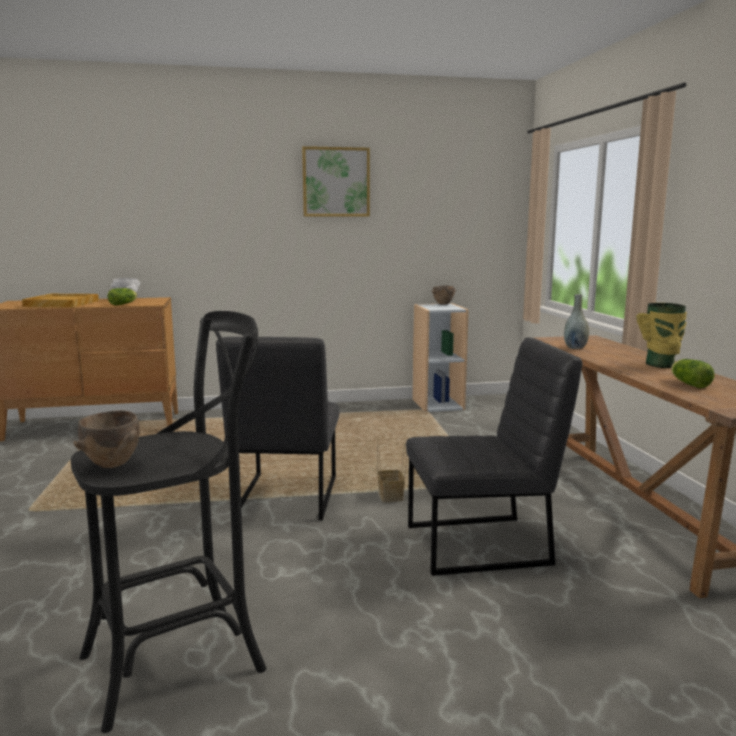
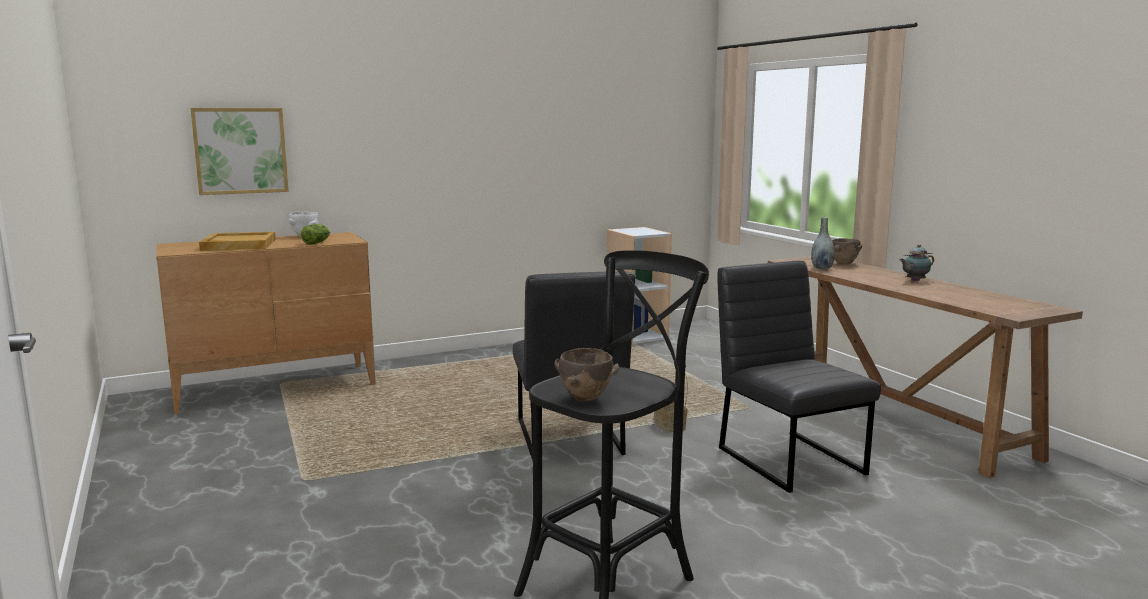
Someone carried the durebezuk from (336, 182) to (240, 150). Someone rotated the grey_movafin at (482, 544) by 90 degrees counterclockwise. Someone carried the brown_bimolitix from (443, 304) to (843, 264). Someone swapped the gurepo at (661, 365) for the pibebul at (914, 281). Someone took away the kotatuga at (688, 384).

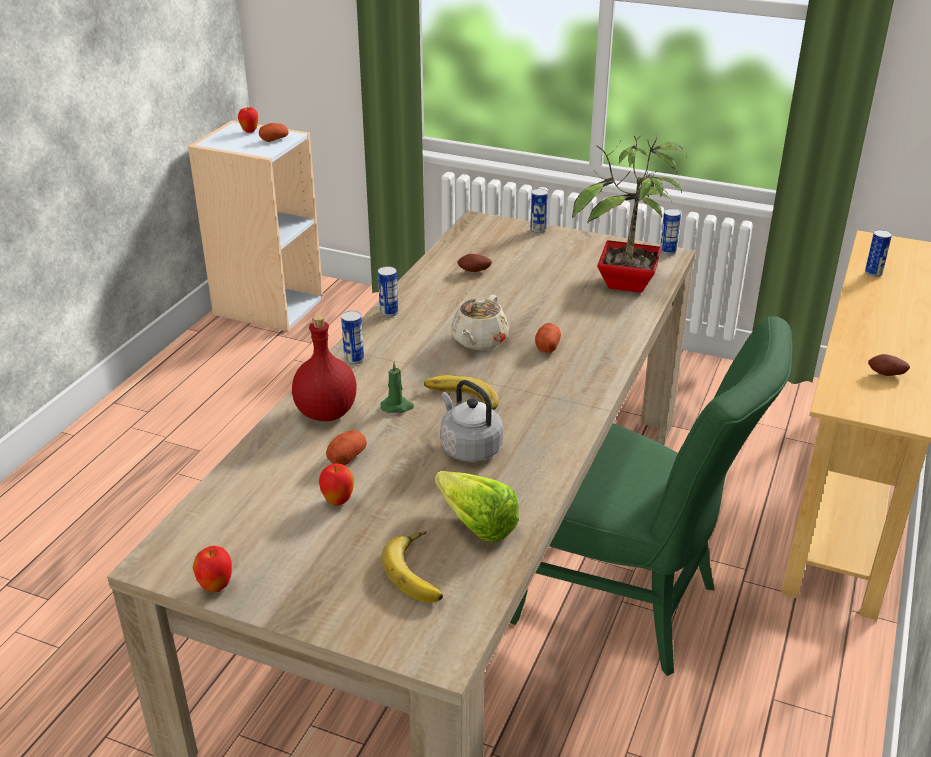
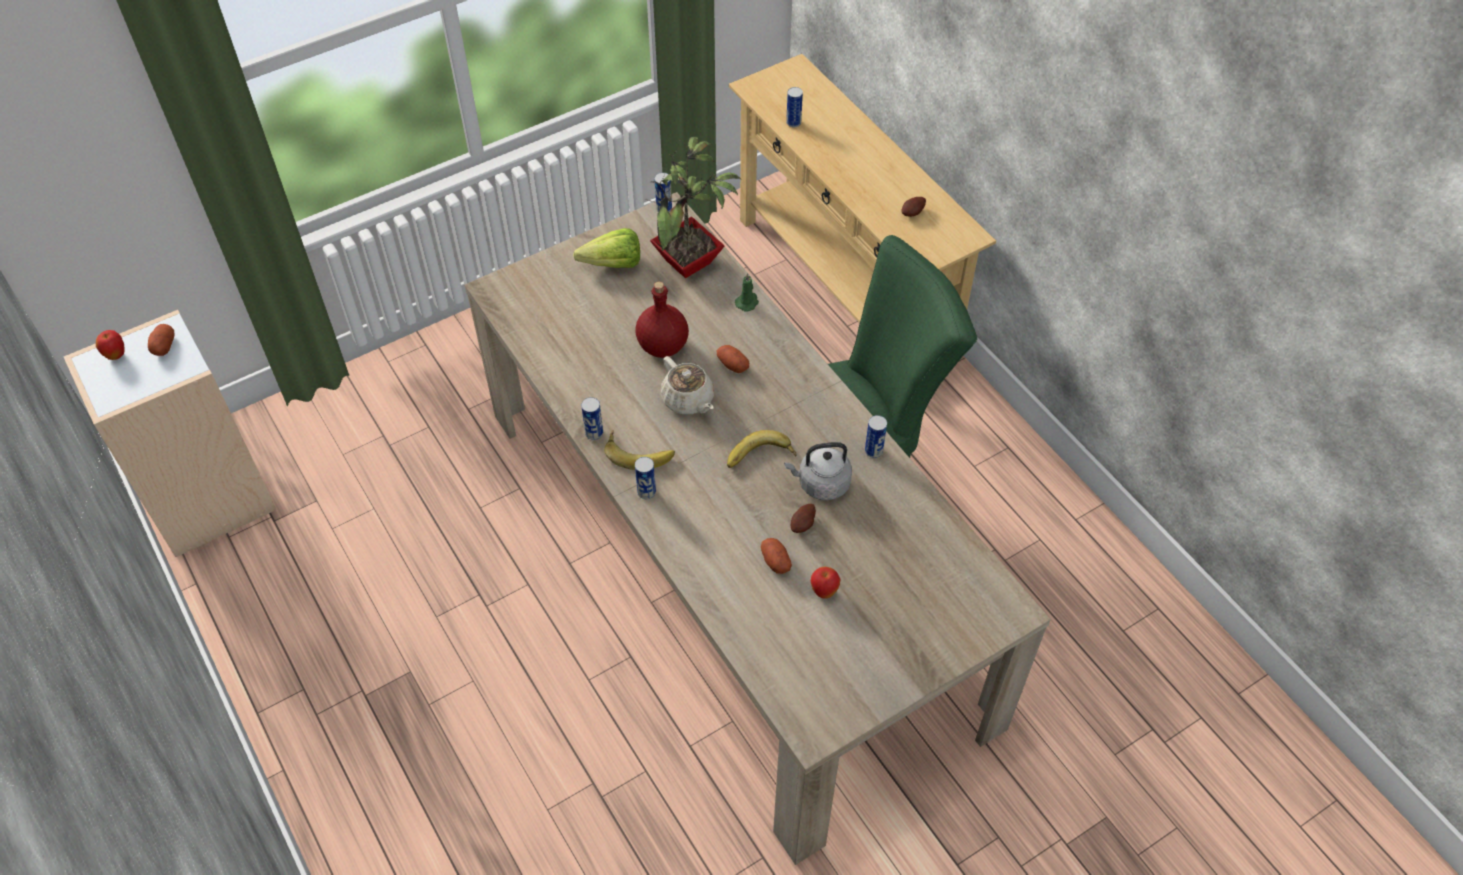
Someone took away the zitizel at (216, 587). Someone carried the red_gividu from (327, 412) to (662, 345). Someone carried the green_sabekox from (397, 406) to (747, 302). Someone carried the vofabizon from (421, 572) to (639, 451). Someone carried the kotatuga from (472, 520) to (608, 264). Someone carried the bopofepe from (474, 272) to (803, 524). Someone carried the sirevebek from (538, 230) to (873, 451).

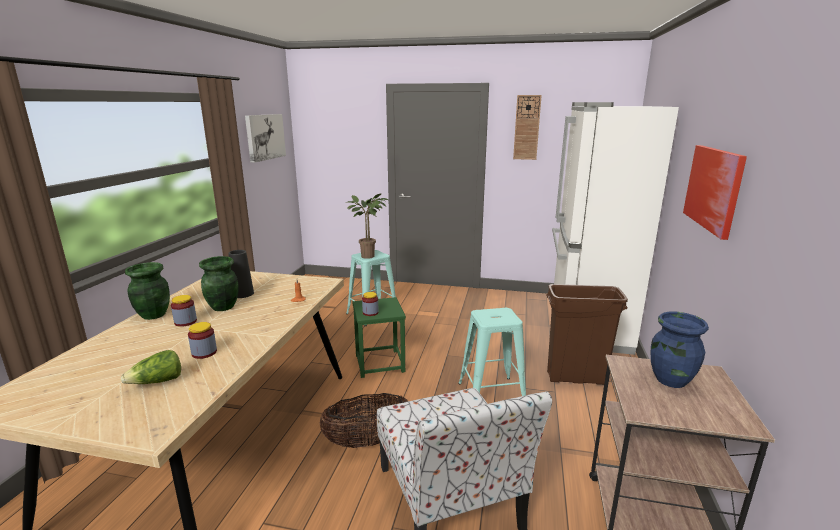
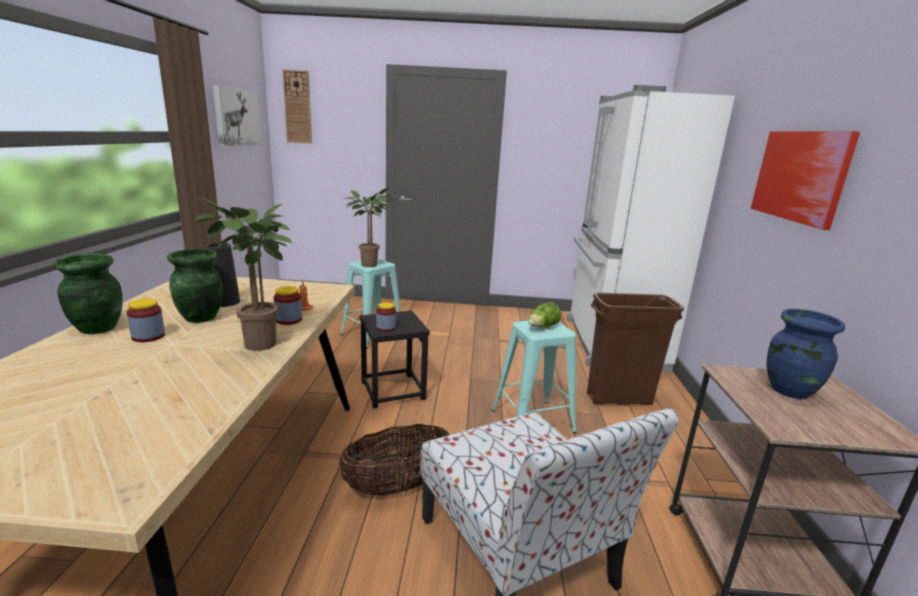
Someone carried the kotatuga from (157, 382) to (542, 327). Someone carried the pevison from (204, 353) to (288, 320). Someone repainted the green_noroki at (379, 363), which became the black_noroki at (392, 390). Someone carried the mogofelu from (527, 127) to (298, 107). Someone put down the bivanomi at (260, 346).

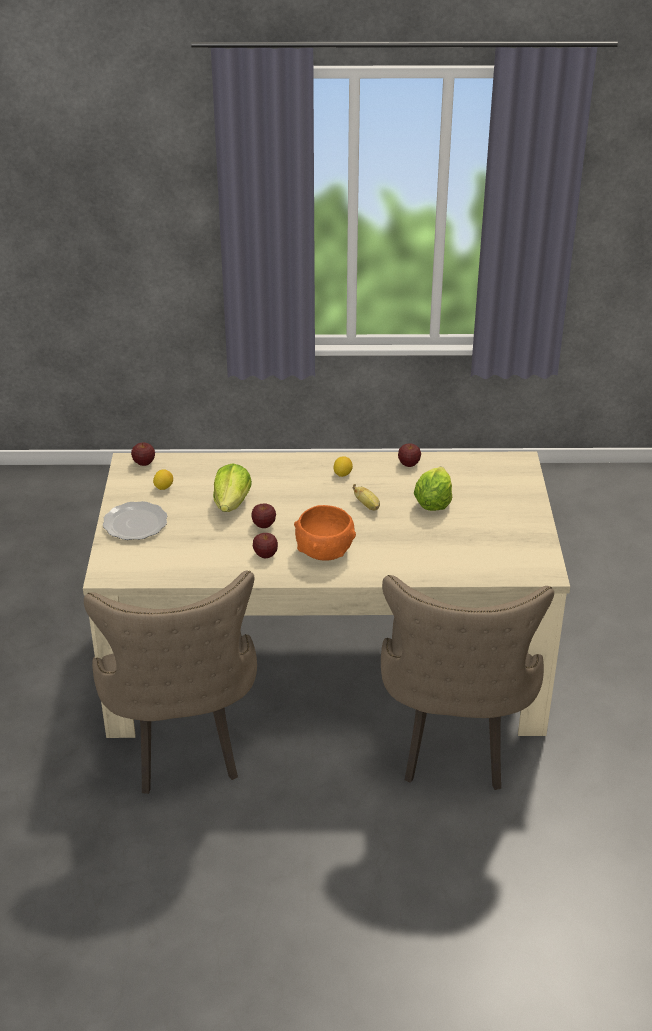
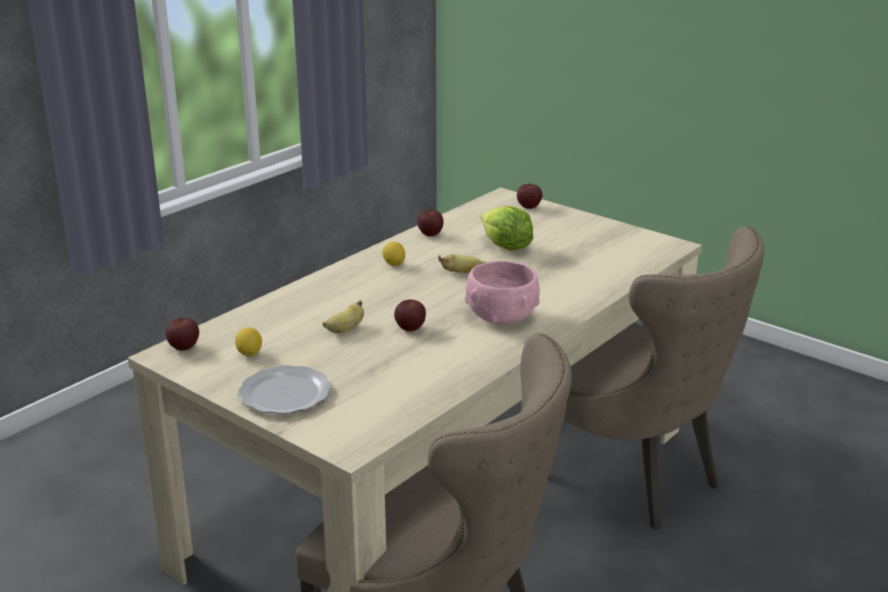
Someone swapped the kotatuga at (232, 503) for the vofabizon at (345, 329). Someone carried the zitizel from (265, 555) to (529, 207). Someone repainted the orange_bimolitix at (325, 551), which became the pink_bimolitix at (502, 317).

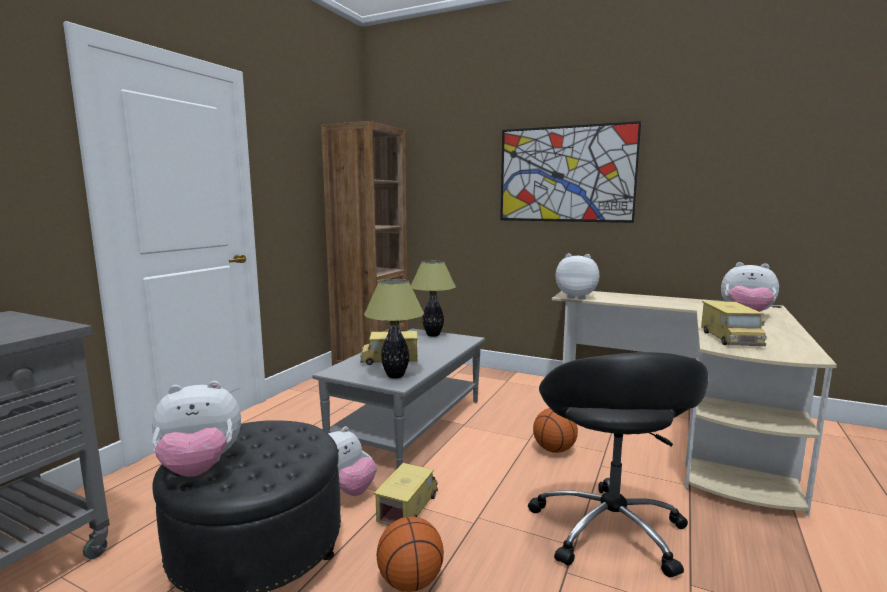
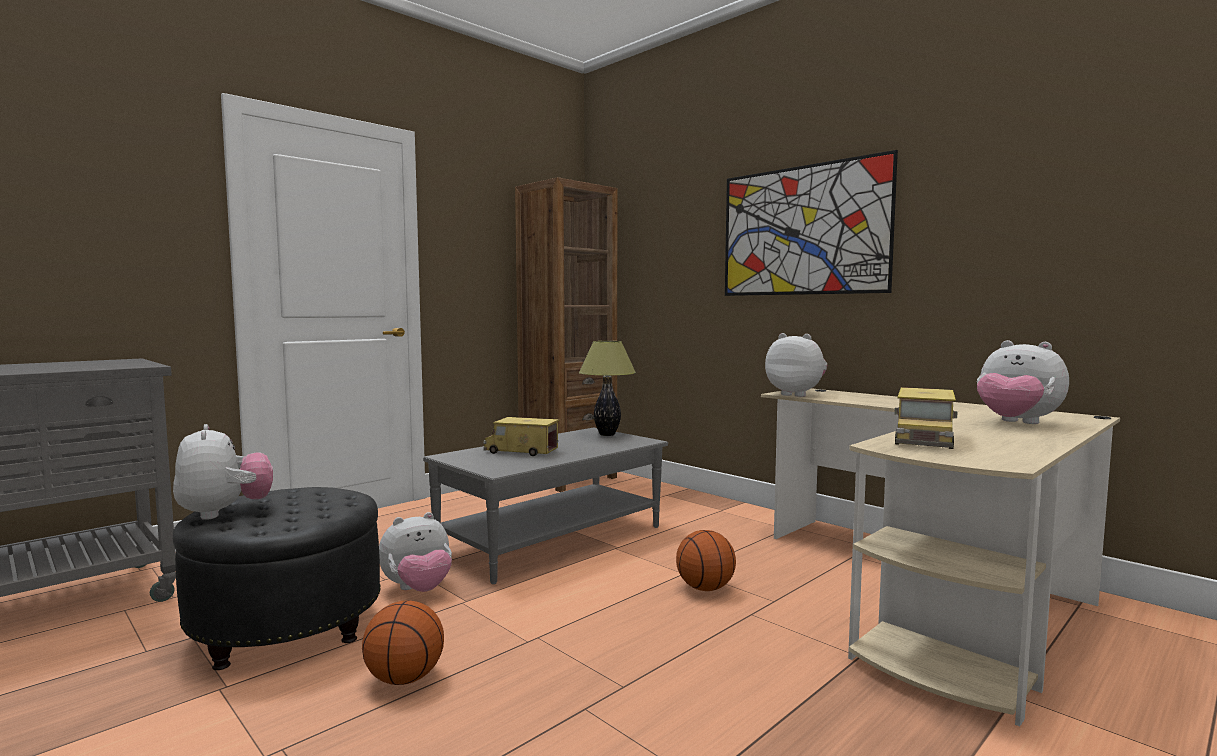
Someone rotated the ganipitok at (200, 468) by 120 degrees counterclockwise. Someone took away the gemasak at (395, 376). Someone took away the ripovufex at (407, 507). Someone took away the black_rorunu at (610, 532).

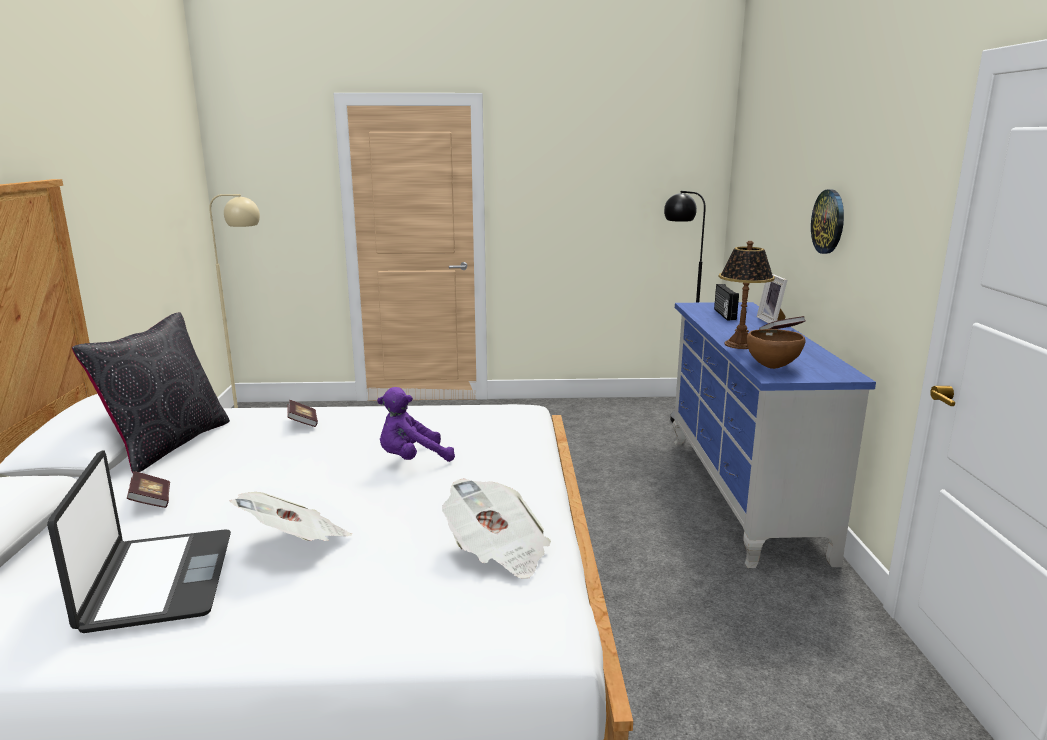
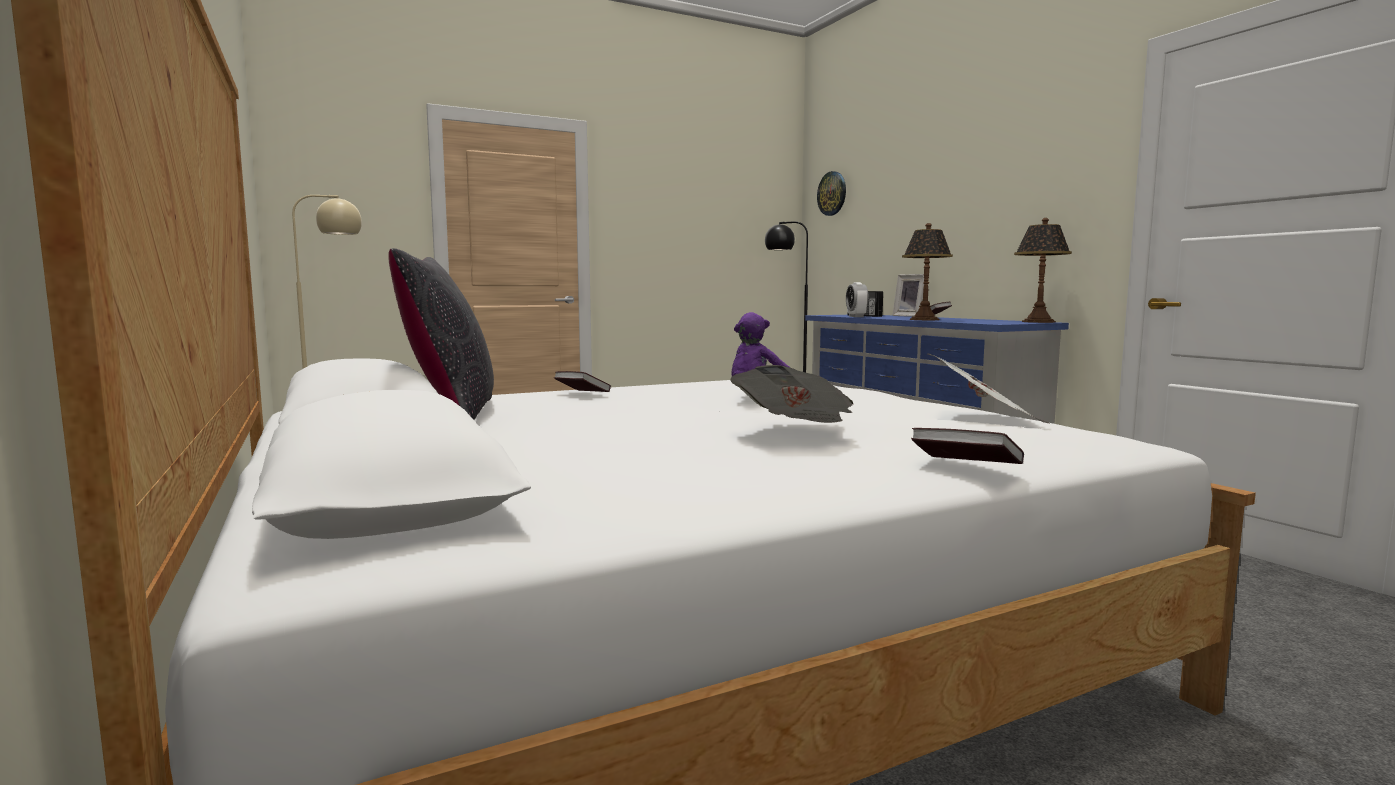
Someone took away the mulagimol at (157, 581). Someone carried the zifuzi from (151, 501) to (965, 467). Someone took away the brown_bimolitix at (772, 367). Someone carried the mogofelu from (829, 221) to (832, 193). Someone put down the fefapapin at (856, 316). Someone put down the gemasak at (1038, 322).

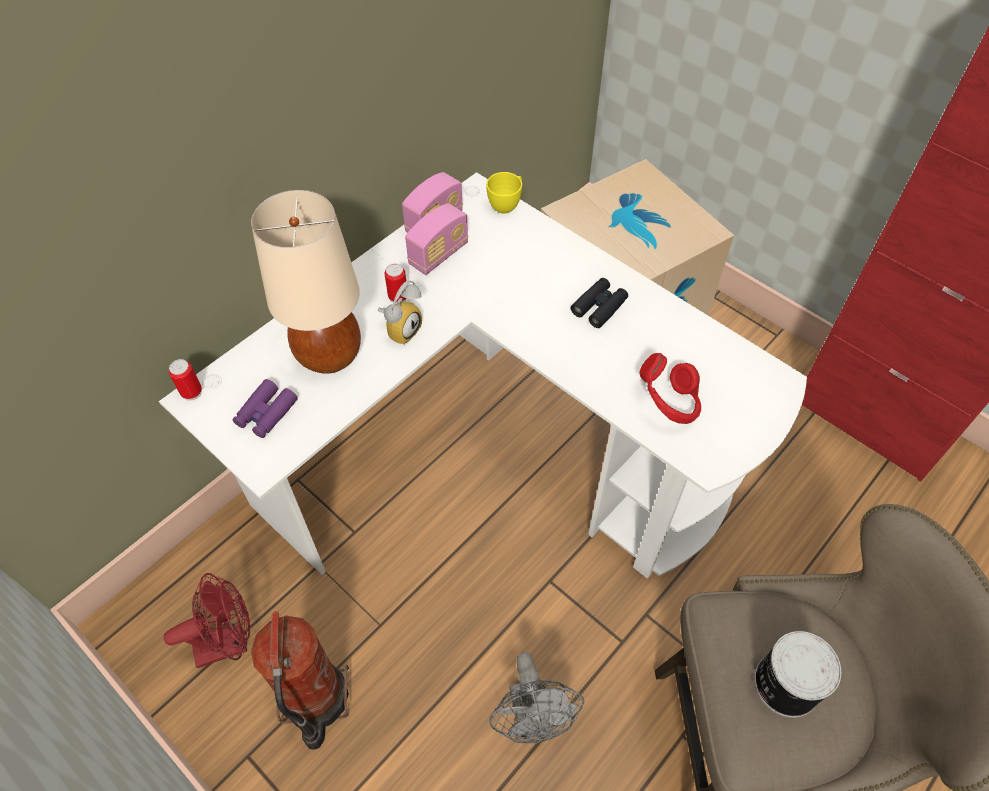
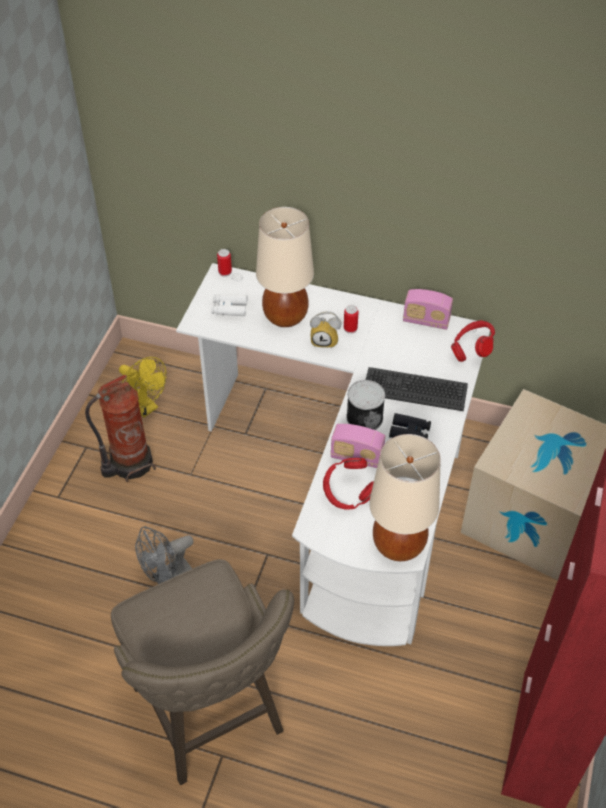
Someone repainted the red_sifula at (229, 642), which became the yellow_sifula at (145, 407). Someone repainted the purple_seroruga at (266, 413), which became the white_seroruga at (229, 308). Someone carried the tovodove from (438, 254) to (357, 457). Someone swapped the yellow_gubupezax at (506, 204) for the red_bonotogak at (471, 351). Someone carried the sirevebek from (784, 683) to (364, 417). Someone put down the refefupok at (415, 389). Someone put down the beige_gemasak at (399, 545).

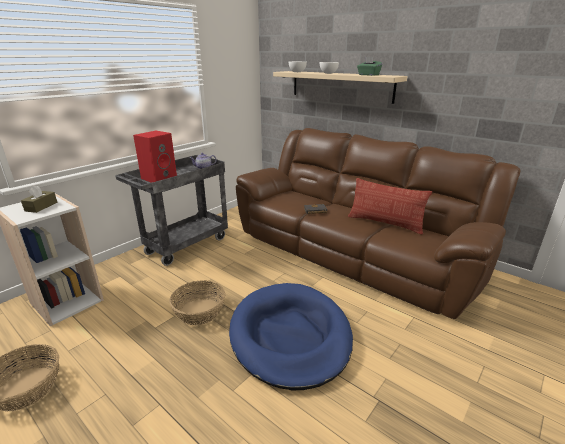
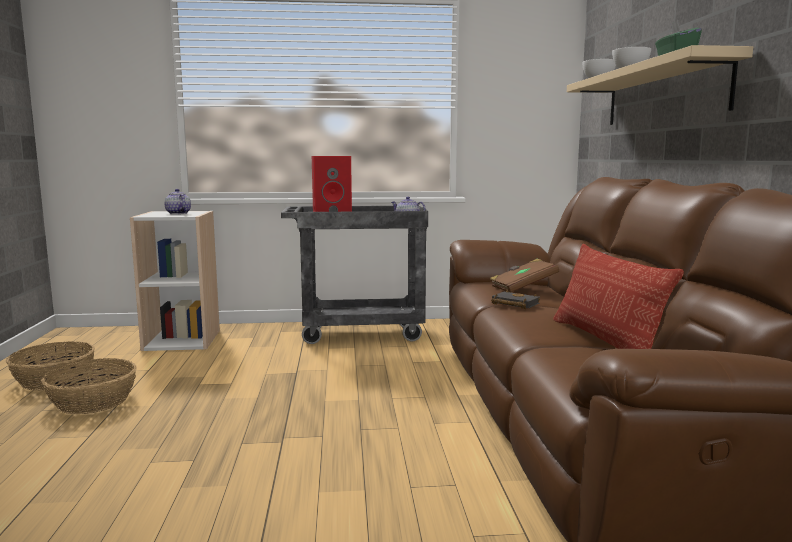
Someone swapped the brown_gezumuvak at (41, 206) for the pibebul at (177, 213). Someone carried the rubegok from (199, 311) to (94, 401). Someone took away the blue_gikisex at (290, 336). Someone put down the brown_zifuzi at (523, 288).

